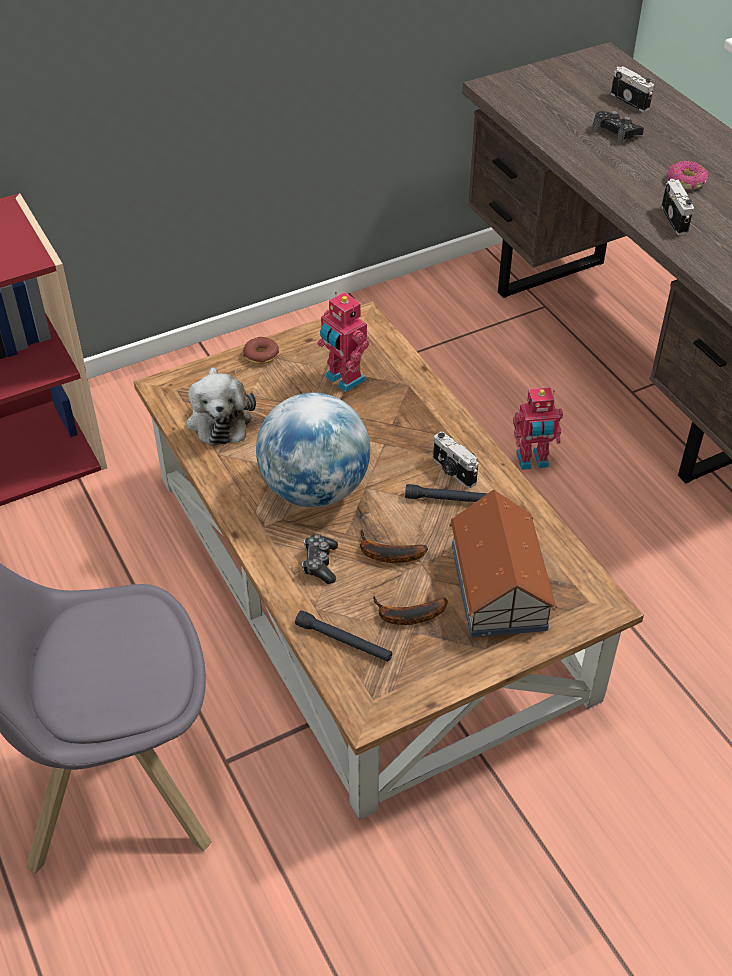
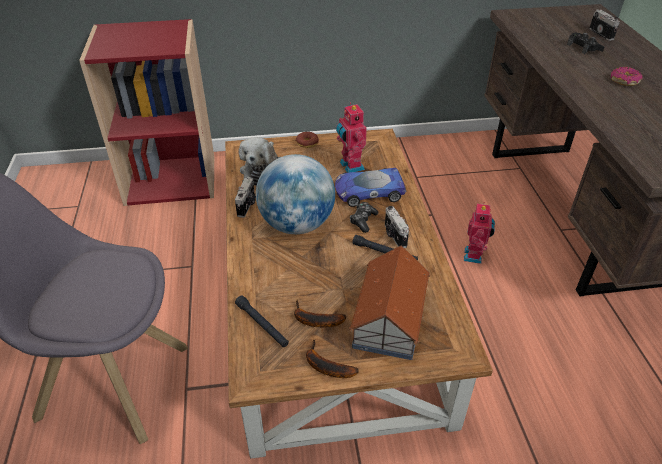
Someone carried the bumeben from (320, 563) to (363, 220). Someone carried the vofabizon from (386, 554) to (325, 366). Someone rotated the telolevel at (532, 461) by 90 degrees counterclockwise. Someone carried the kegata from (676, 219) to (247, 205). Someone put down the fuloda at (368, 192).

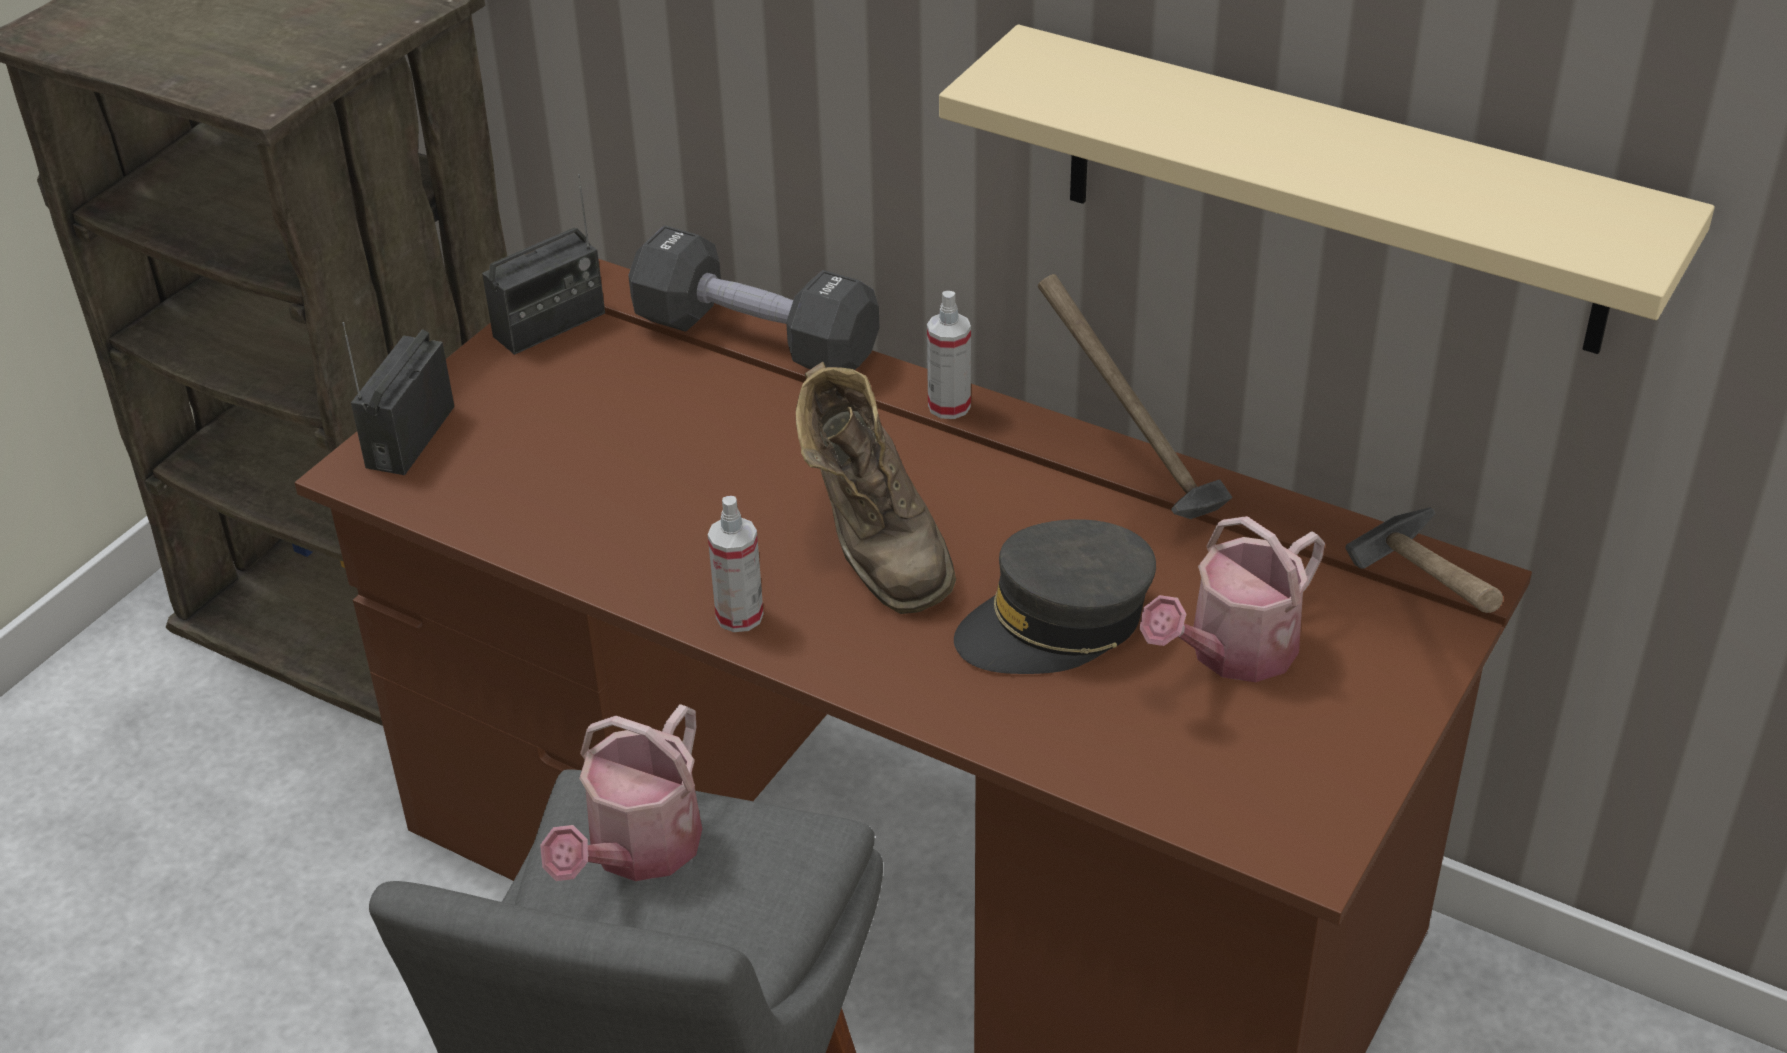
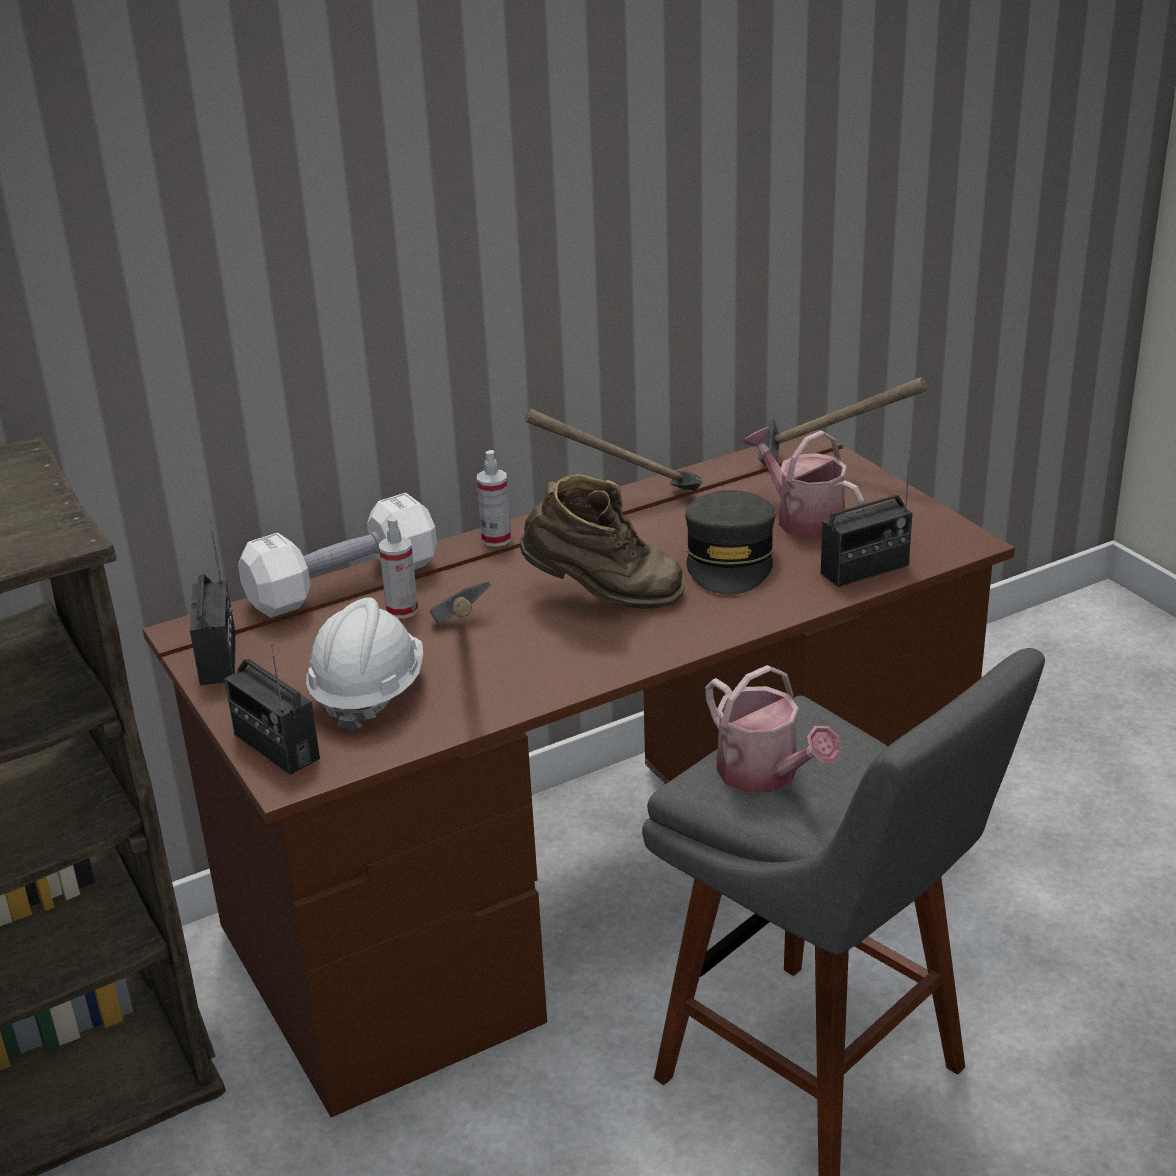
Someone repainted the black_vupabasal at (755, 339), which became the white_vupabasal at (343, 585). Someone carried the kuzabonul from (739, 616) to (402, 610). Someone took away the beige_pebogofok at (1333, 191). Someone rotated the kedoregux at (1232, 653) by 150 degrees clockwise. Someone put down the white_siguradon at (368, 693). Someone put down the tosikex at (467, 658). Someone put down the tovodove at (865, 569).

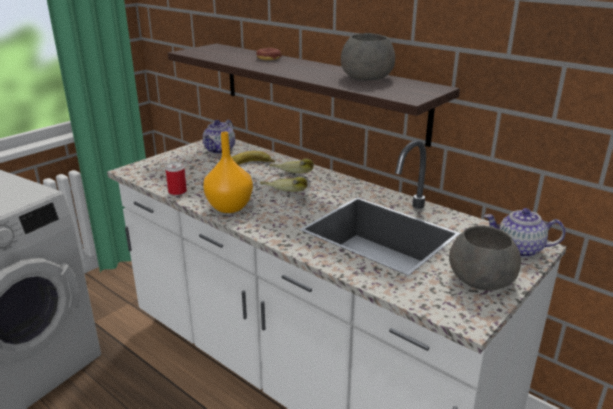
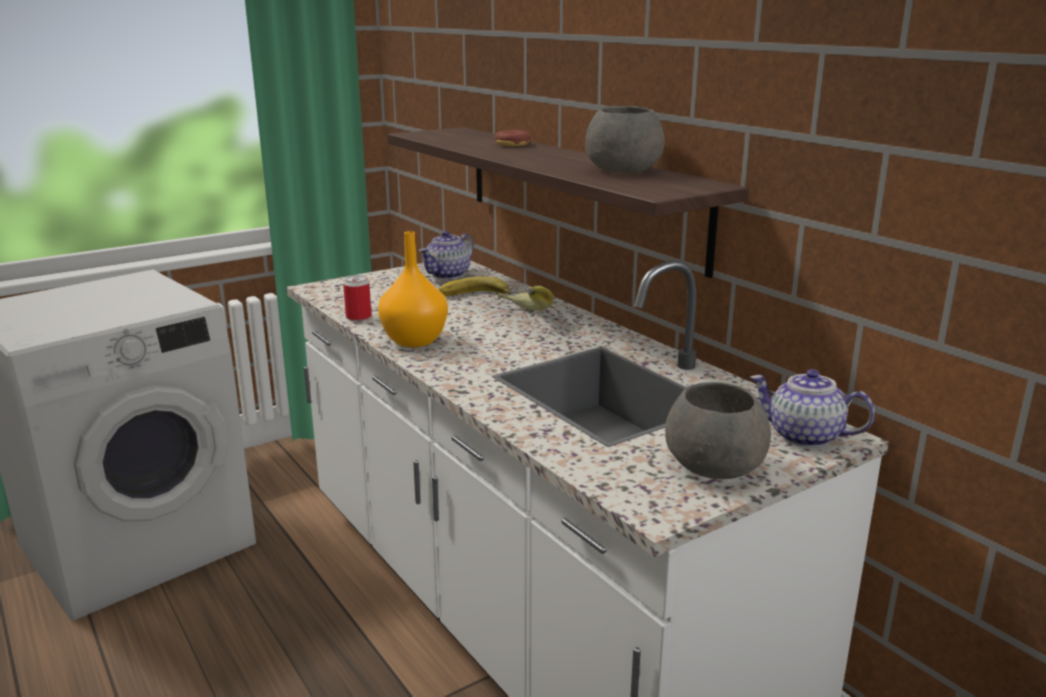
Someone took away the vofabizon at (282, 197).

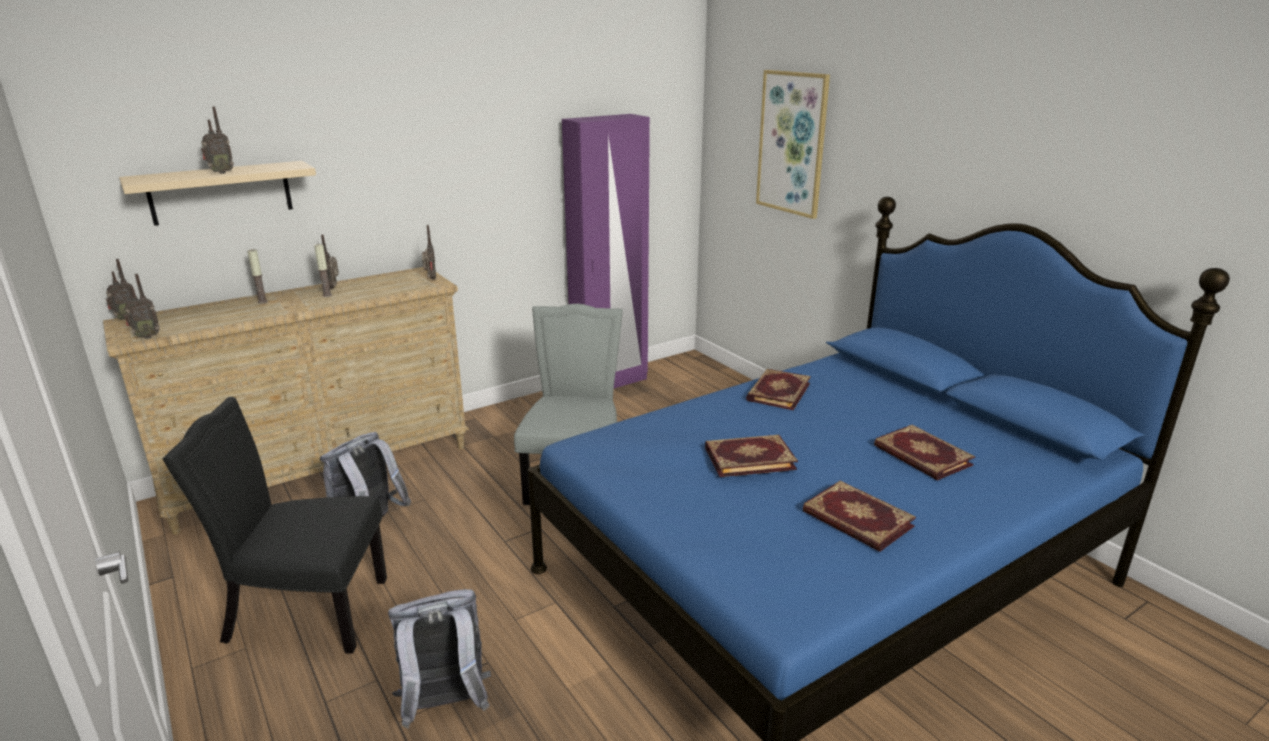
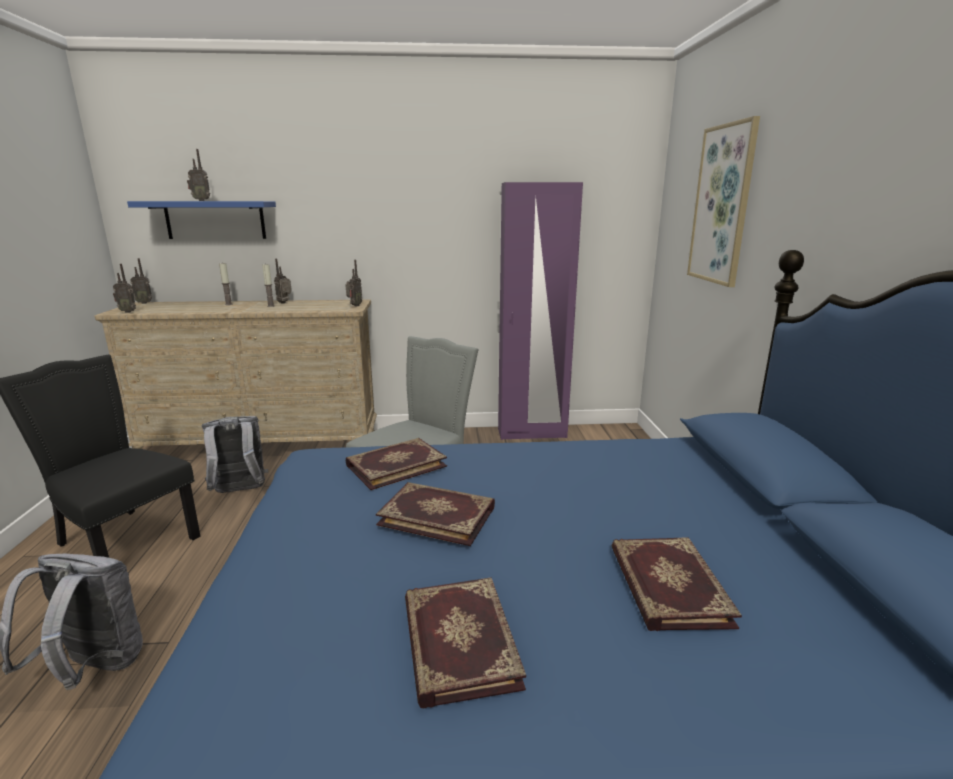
Someone repainted the beige_pebogofok at (220, 192), which became the blue_pebogofok at (215, 220). Someone carried the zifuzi from (777, 391) to (395, 465).

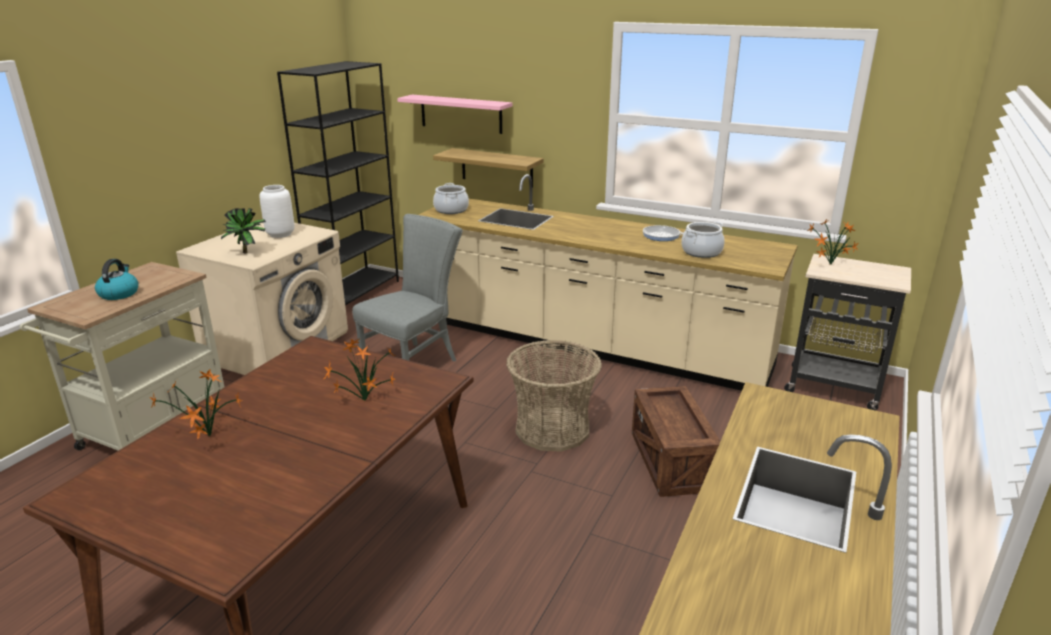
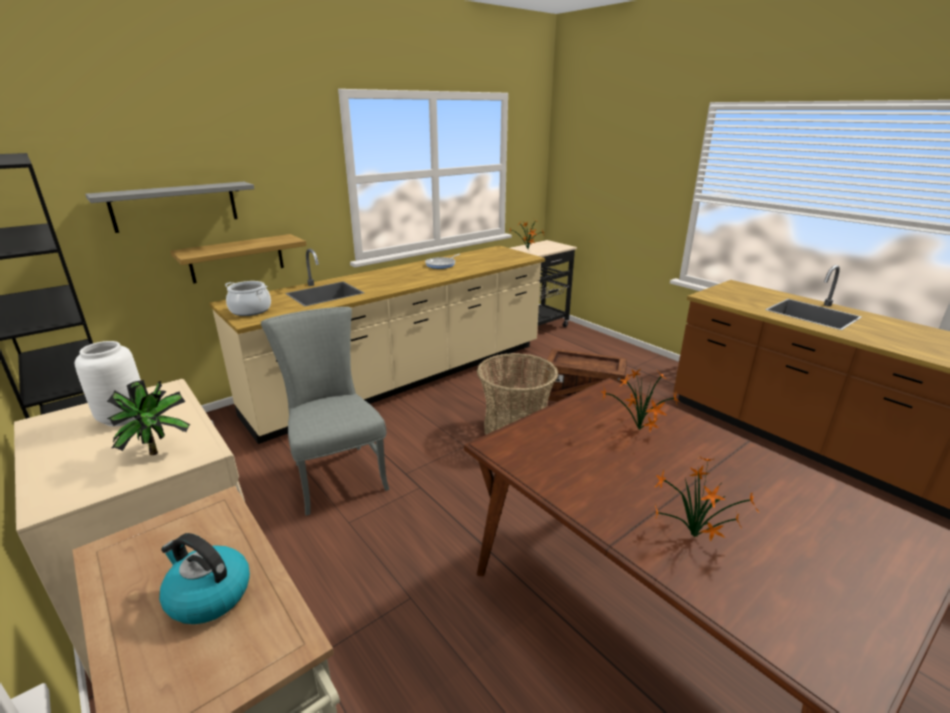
Someone repainted the pink_pebogofok at (461, 114), which became the grey_pebogofok at (175, 206). Someone took away the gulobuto at (701, 252).

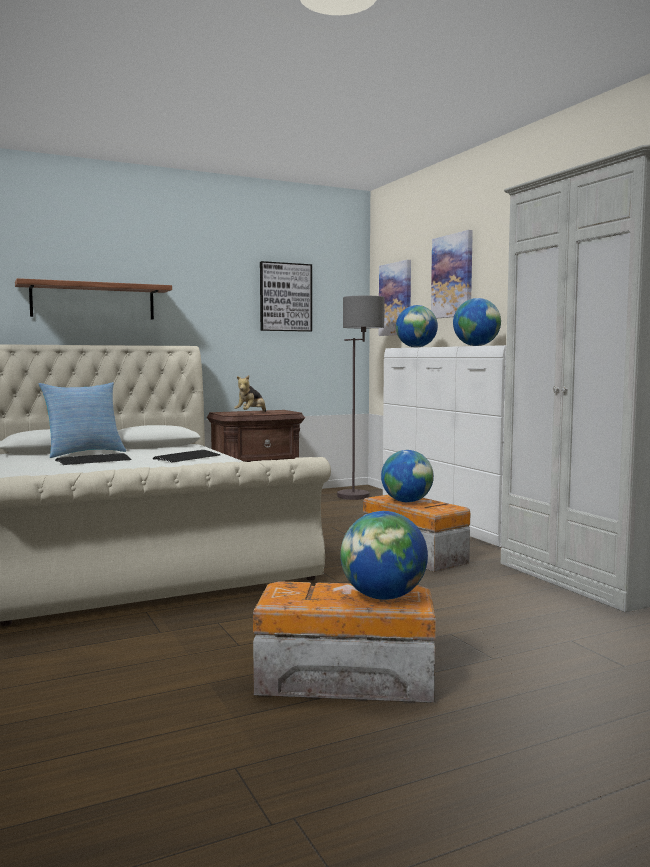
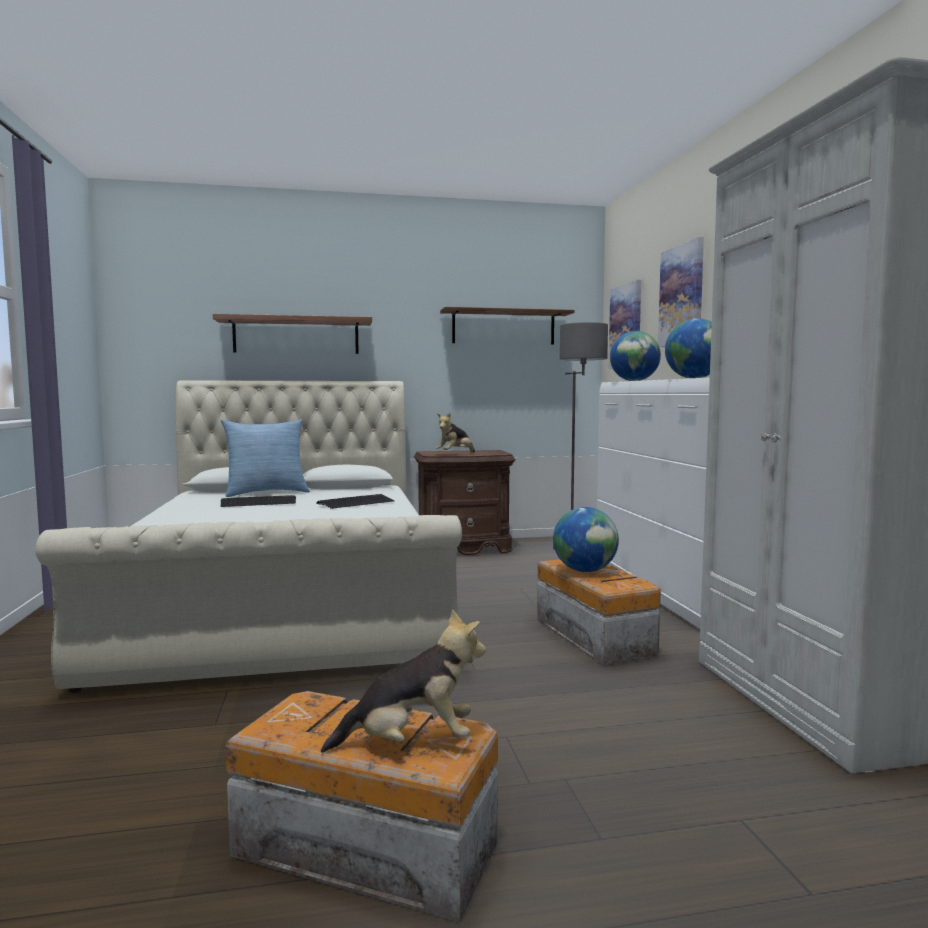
Someone swapped the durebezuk at (285, 297) for the brown_pebogofok at (503, 327). Someone swapped the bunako at (383, 597) for the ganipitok at (411, 742).

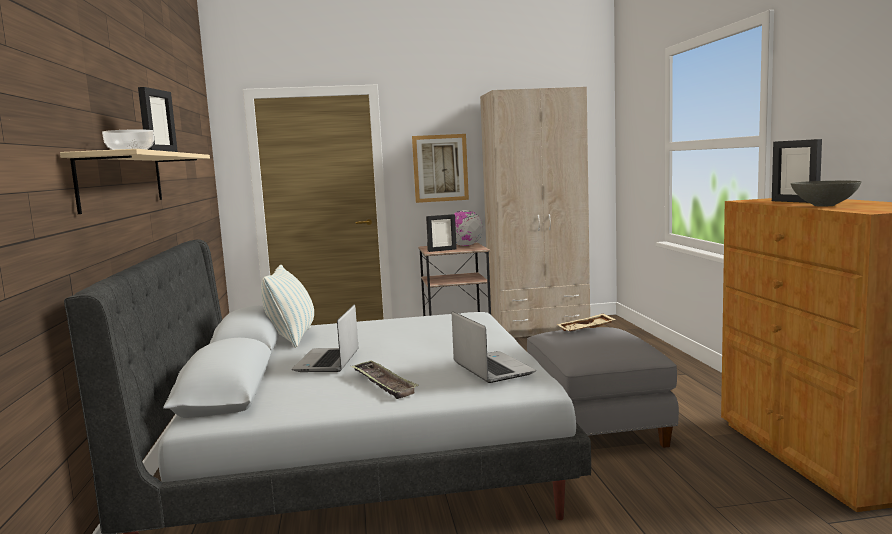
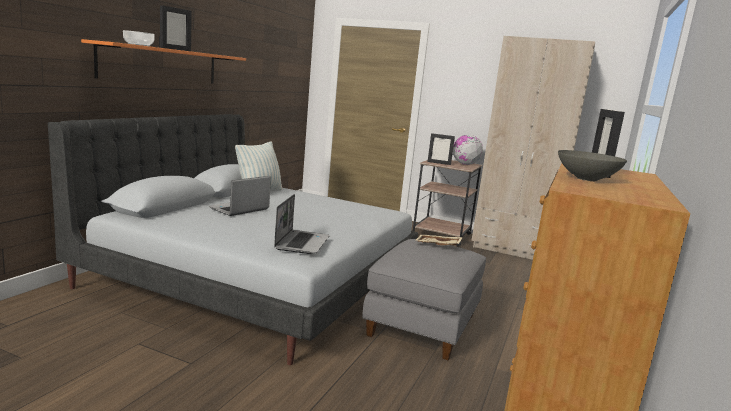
Someone repainted the beige_pebogofok at (123, 180), which became the orange_pebogofok at (161, 65). Someone took away the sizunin at (383, 383). Someone took away the durebezuk at (440, 168).

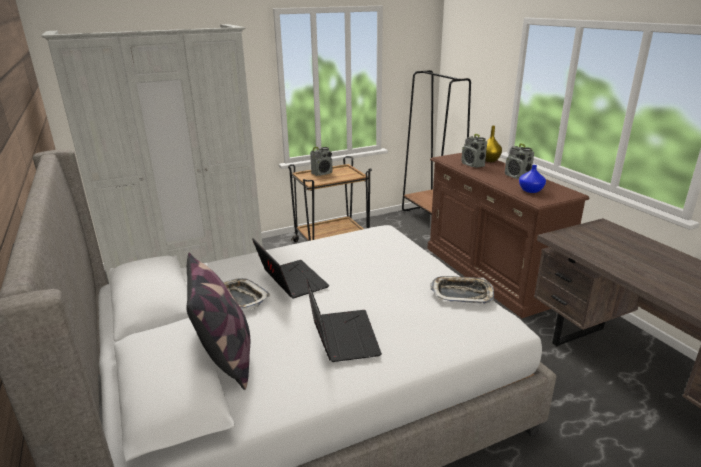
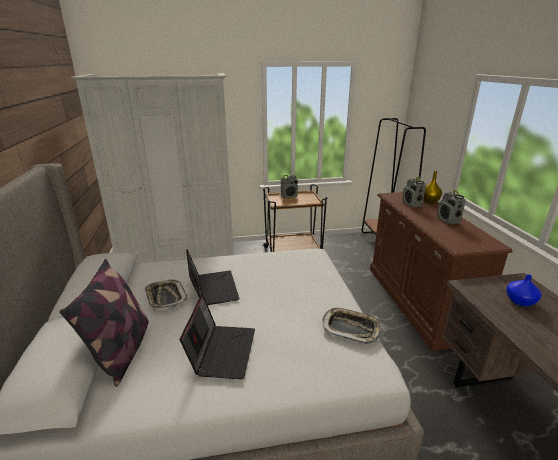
Someone carried the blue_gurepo from (531, 190) to (520, 302).

